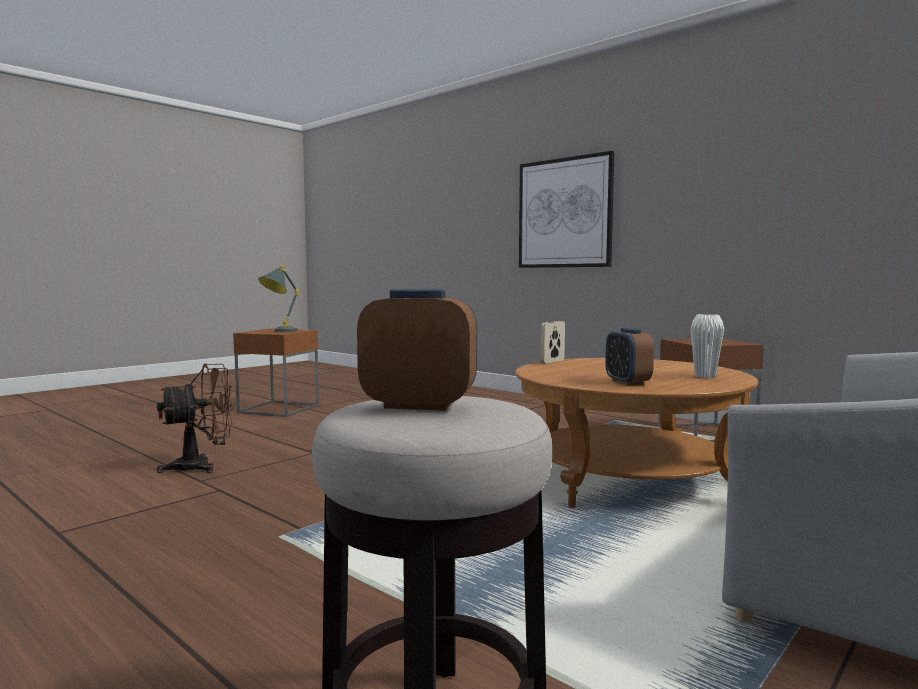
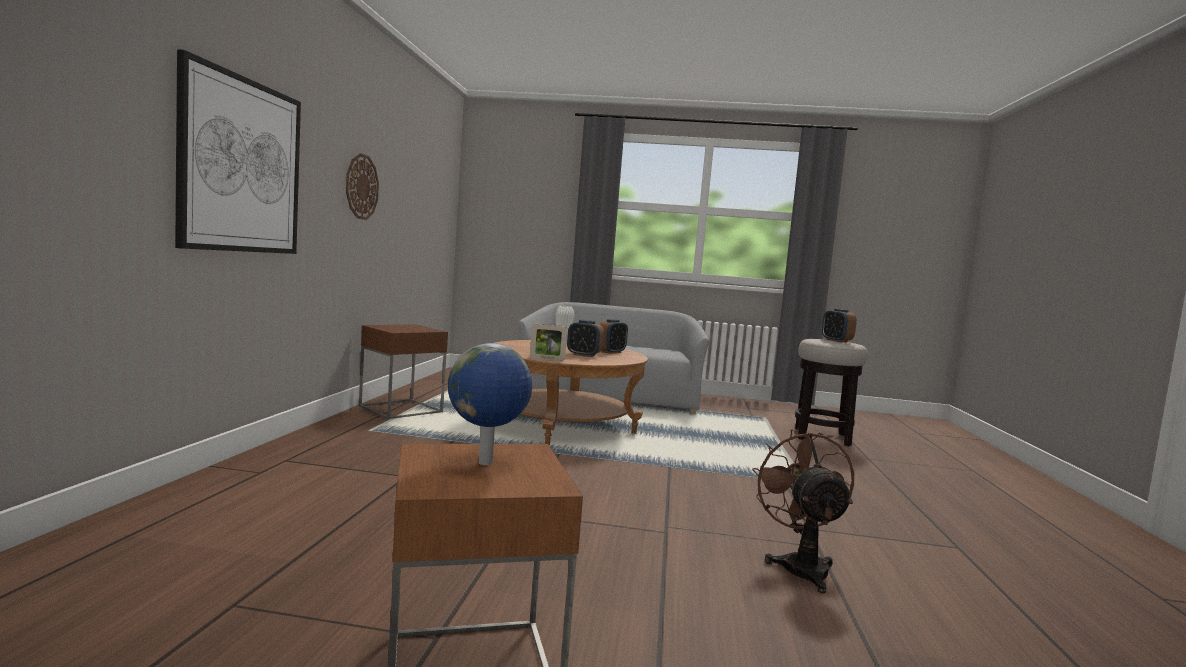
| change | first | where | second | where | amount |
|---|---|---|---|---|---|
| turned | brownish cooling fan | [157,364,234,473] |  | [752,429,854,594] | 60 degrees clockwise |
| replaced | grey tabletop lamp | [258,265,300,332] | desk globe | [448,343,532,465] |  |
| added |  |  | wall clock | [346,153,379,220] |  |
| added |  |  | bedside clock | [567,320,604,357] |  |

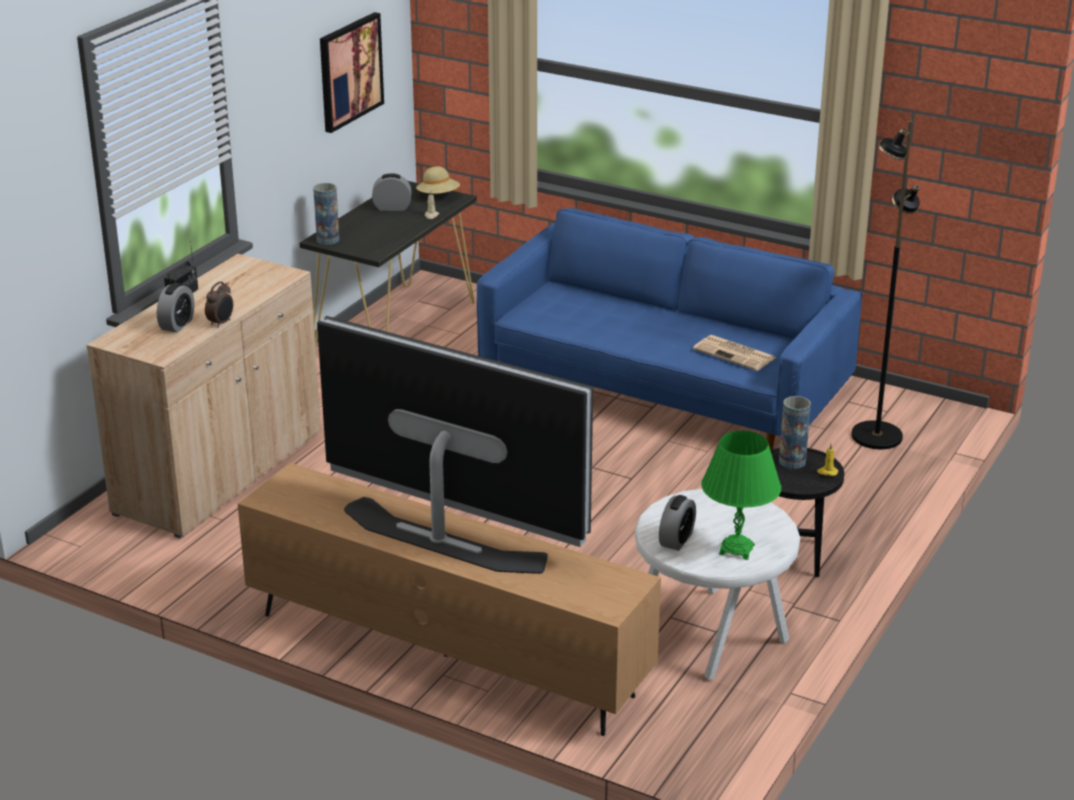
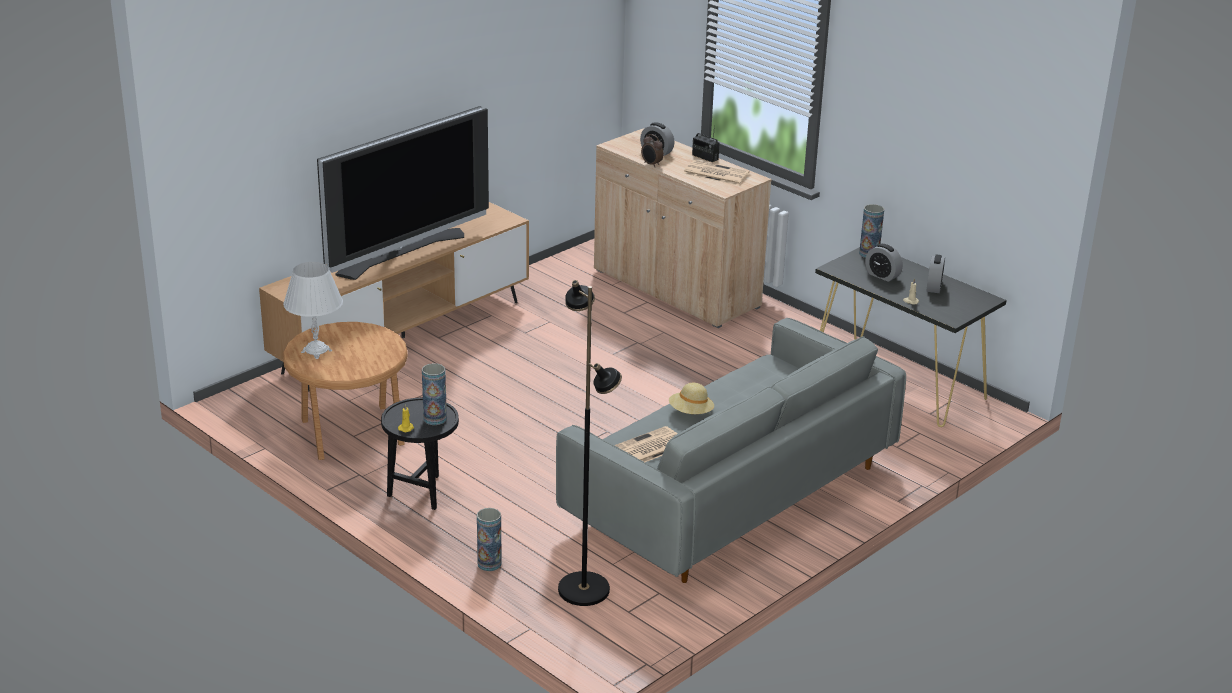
| change | first | where | second | where | amount |
|---|---|---|---|---|---|
| removed | picture | [320,12,384,133] |  |  |  |
| moved | beige wearable hat | [416,166,460,194] |  | [669,383,714,414] |  |
| recoloured | bluish settee | [477,208,862,450] | grey settee | [556,318,906,583] |  |
| recoloured | white-coloured side table | [635,489,800,680] | brownish side table | [283,322,408,460] |  |
| moved | bedside clock | [659,495,696,551] |  | [865,244,903,282] |  |
| recoloured | greenish tabletop lamp | [701,431,781,560] | white-coloured tabletop lamp | [283,262,343,359] |  |
| added |  |  | flower vase | [477,508,502,571] |  |
| added |  |  | daily paper | [683,160,750,185] |  |

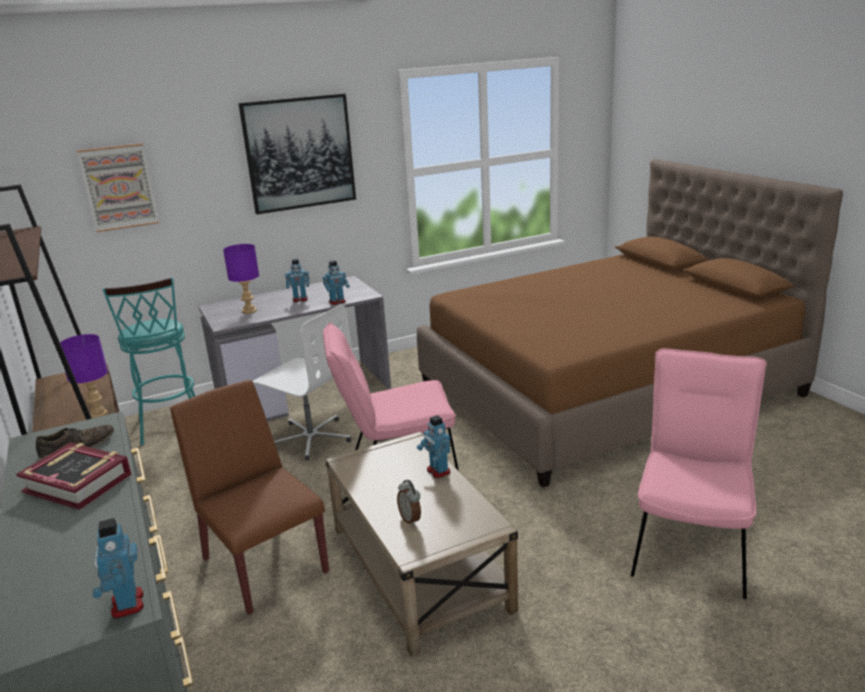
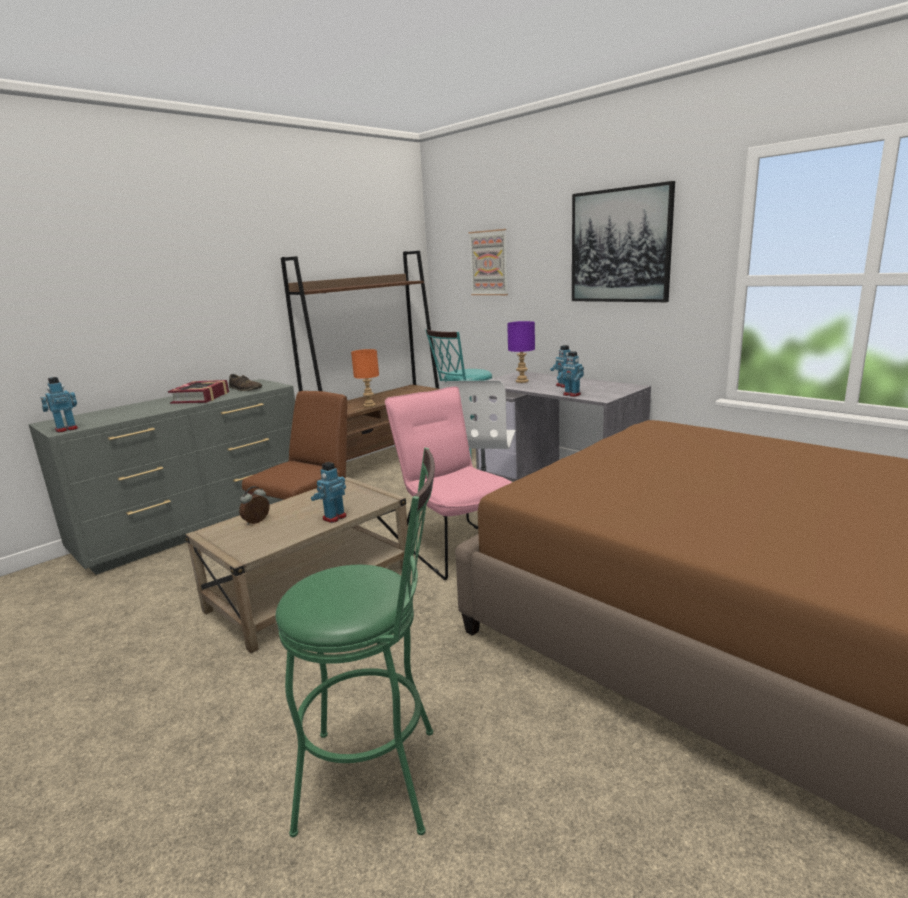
| change | first | where | second | where | amount |
|---|---|---|---|---|---|
| recoloured | purple-coloured tabletop lamp | [60,334,108,418] | orange tabletop lamp | [351,349,379,407] |  |
| replaced | pink-coloured upright chair | [631,348,767,599] | greenish stool | [276,448,435,837] |  |

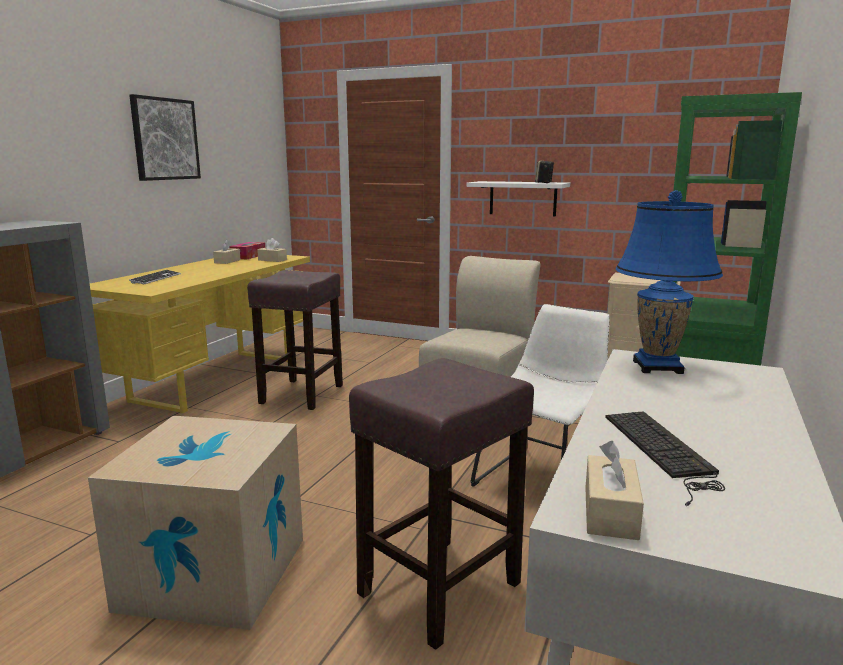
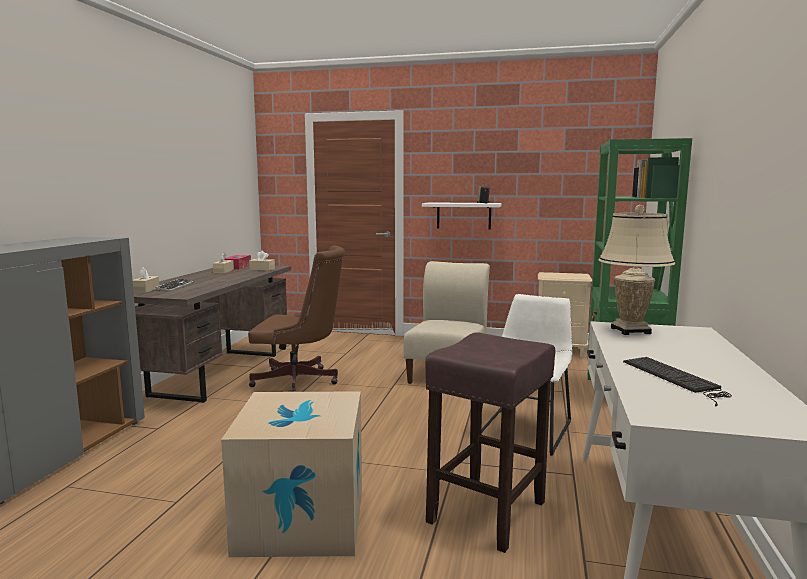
| change | first | where | second | where | amount |
|---|---|---|---|---|---|
| recoloured | yellowish desk | [90,255,310,413] | brownish desk | [134,265,291,403] |  |
| removed | picture | [129,94,201,181] |  |  |  |
| replaced | brownish stool | [247,270,343,410] | brownish computer chair | [248,245,345,392] |  |
| moved | beige tissue holder | [585,440,644,540] |  | [133,267,159,293] |  |
| recoloured | bluish tabletop lamp | [615,190,723,374] | beige tabletop lamp | [598,205,675,335] |  |

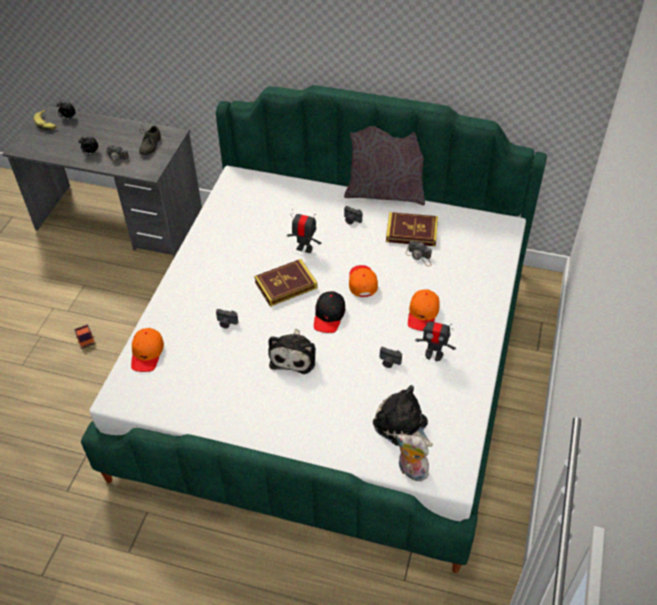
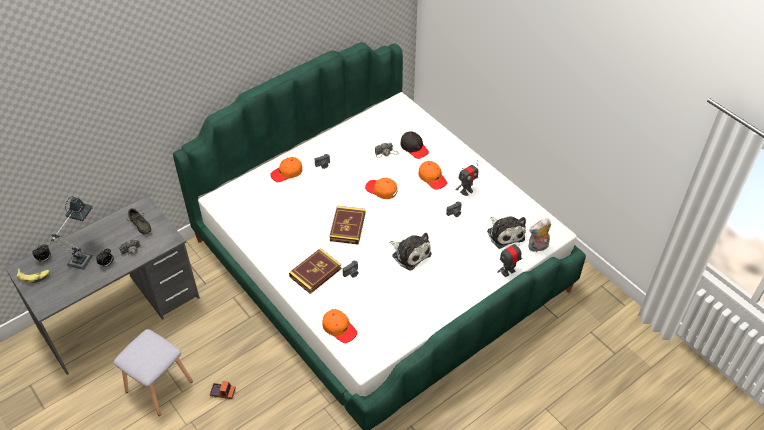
| change | first | where | second | where | amount |
|---|---|---|---|---|---|
| moved | toy robot | [287,209,321,253] |  | [497,241,522,277] |  |
| moved | black peaked cap | [314,291,345,333] |  | [401,131,429,159] |  |
| removed | grey pillow | [344,126,425,205] |  |  |  |
| turned | cuddly toy | [373,385,433,447] |  | [487,216,526,249] | 105 degrees counterclockwise |
| moved | volume | [386,212,438,246] |  | [289,248,342,294] |  |
| added |  |  | tabletop lamp | [51,197,93,270] |  |
| added |  |  | grey stool | [113,329,193,416] |  |
| added |  |  | orange peaked cap | [270,157,302,182] |  |

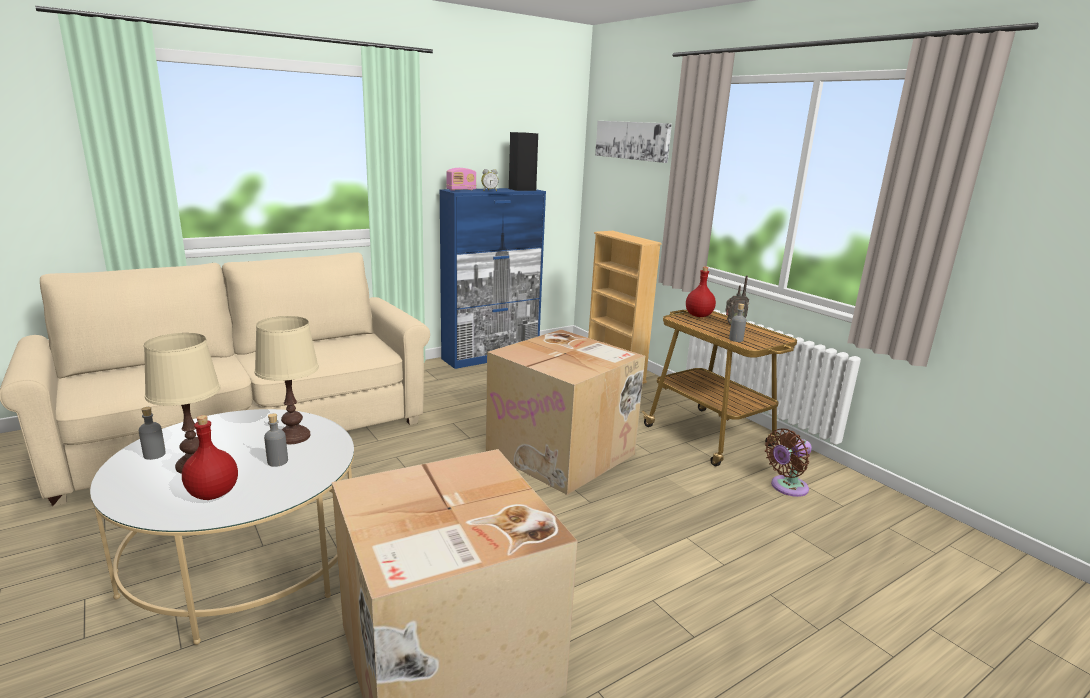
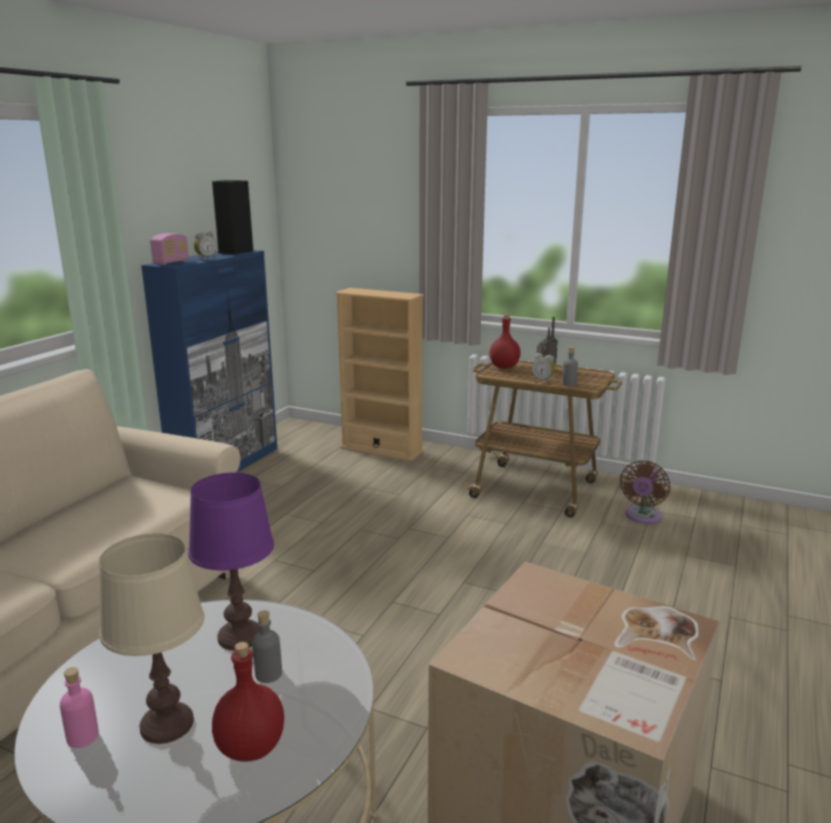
| change | first | where | second | where | amount |
|---|---|---|---|---|---|
| recoloured | grey drink bottle | [139,407,166,460] | pink-coloured drink bottle | [60,667,99,748] |  |
| recoloured | beige tabletop lamp | [254,316,319,444] | purple-coloured tabletop lamp | [188,473,274,651] |  |
| removed | carton | [486,330,645,495] |  |  |  |
| removed | picture | [595,121,672,163] |  |  |  |
| added |  |  | bedside clock | [532,353,555,384] |  |

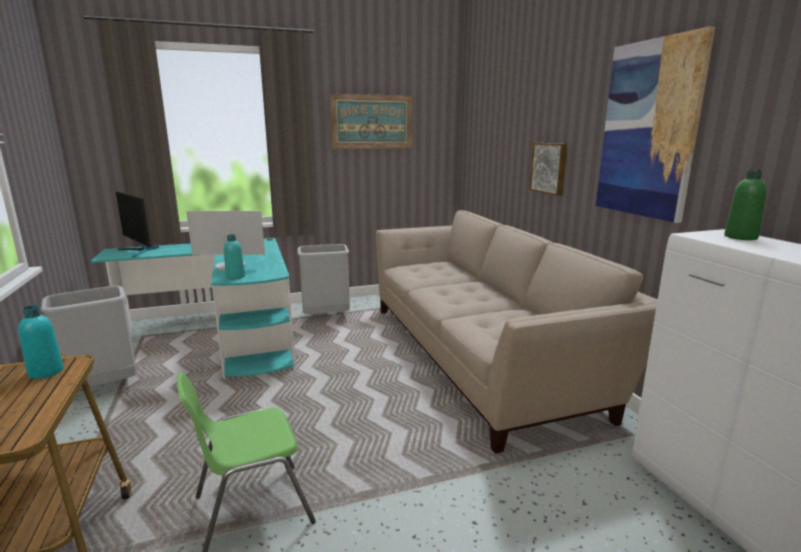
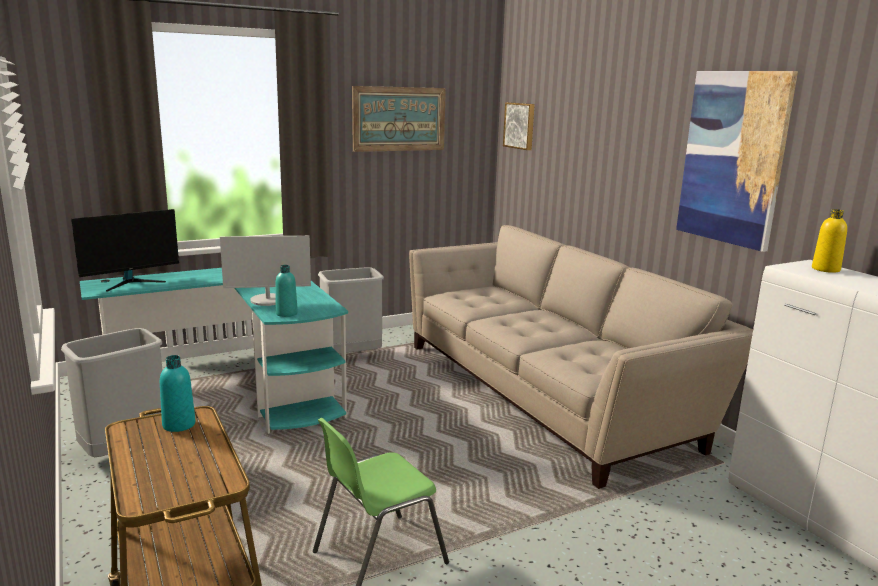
| change | first | where | second | where | amount |
|---|---|---|---|---|---|
| turned | monitor | [116,191,159,257] |  | [71,209,179,292] | 75 degrees counterclockwise |
| moved | picture | [529,143,567,196] |  | [503,102,535,150] |  |
| recoloured | greenish drink bottle | [724,169,767,240] | yellowish drink bottle | [812,209,847,273] |  |

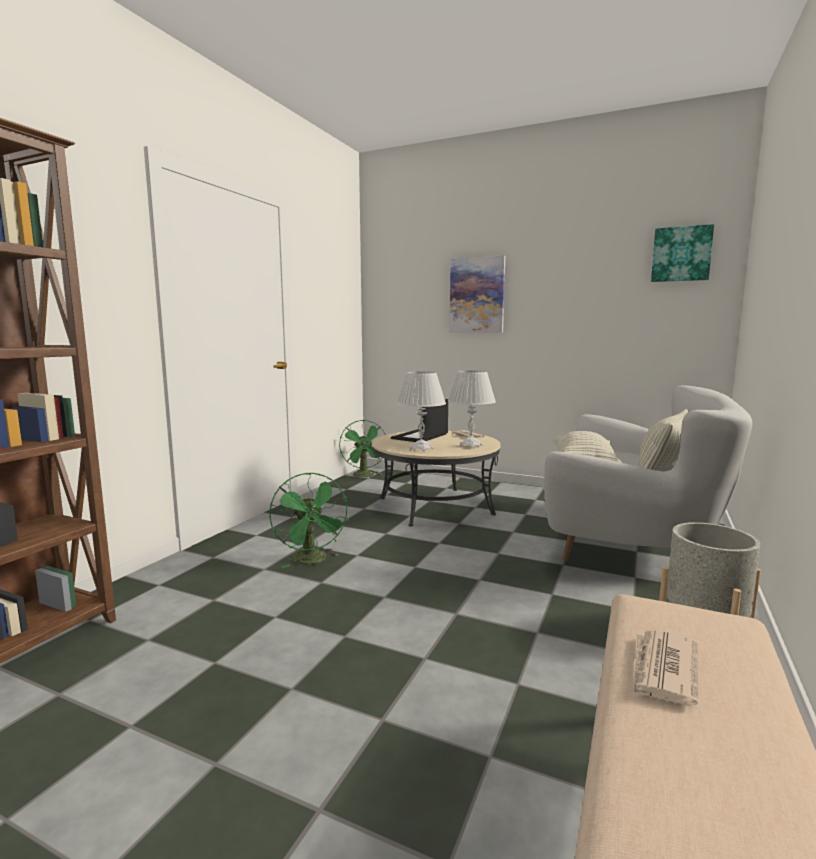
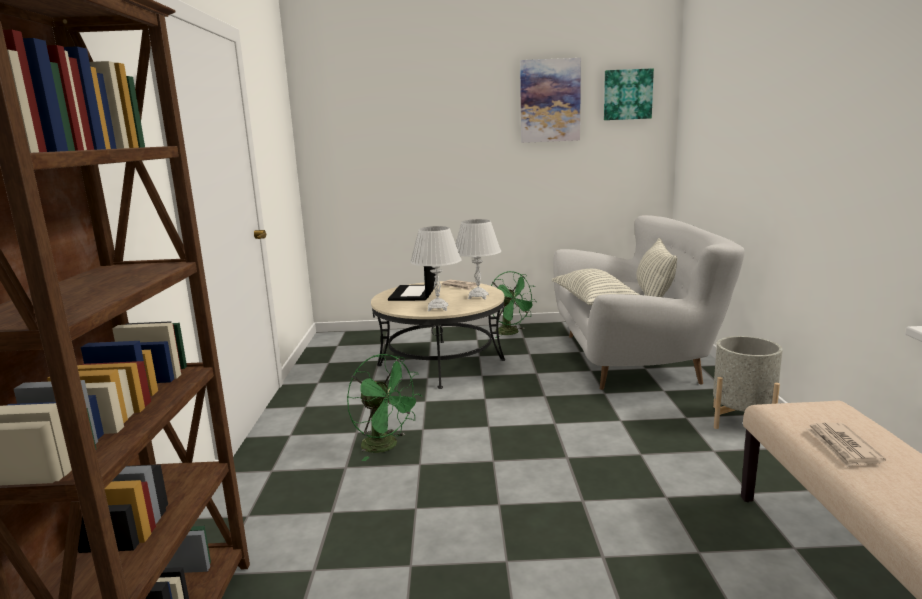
| change | first | where | second | where | amount |
|---|---|---|---|---|---|
| moved | greenish cooling fan | [339,420,386,478] |  | [491,271,537,338] |  |
| moved | picture | [450,256,505,333] |  | [520,58,581,143] |  |

